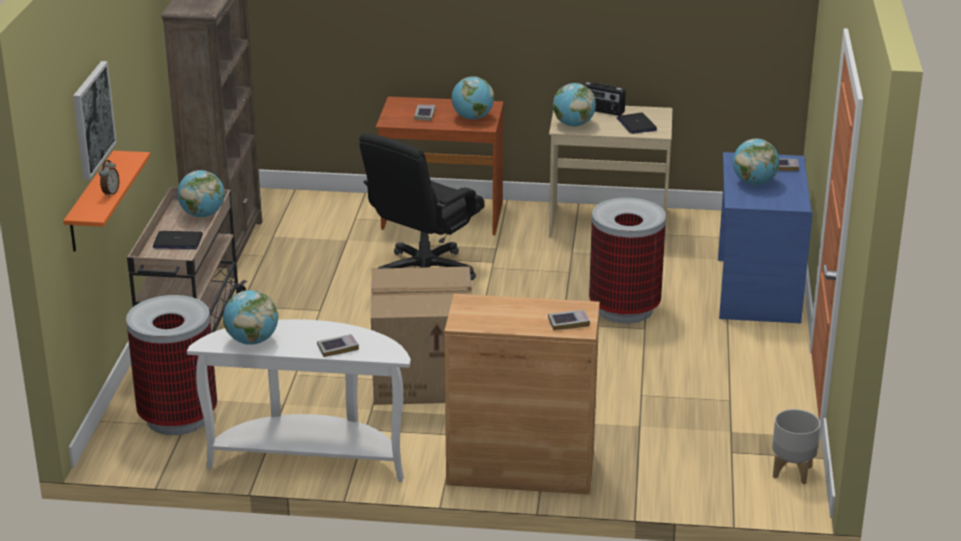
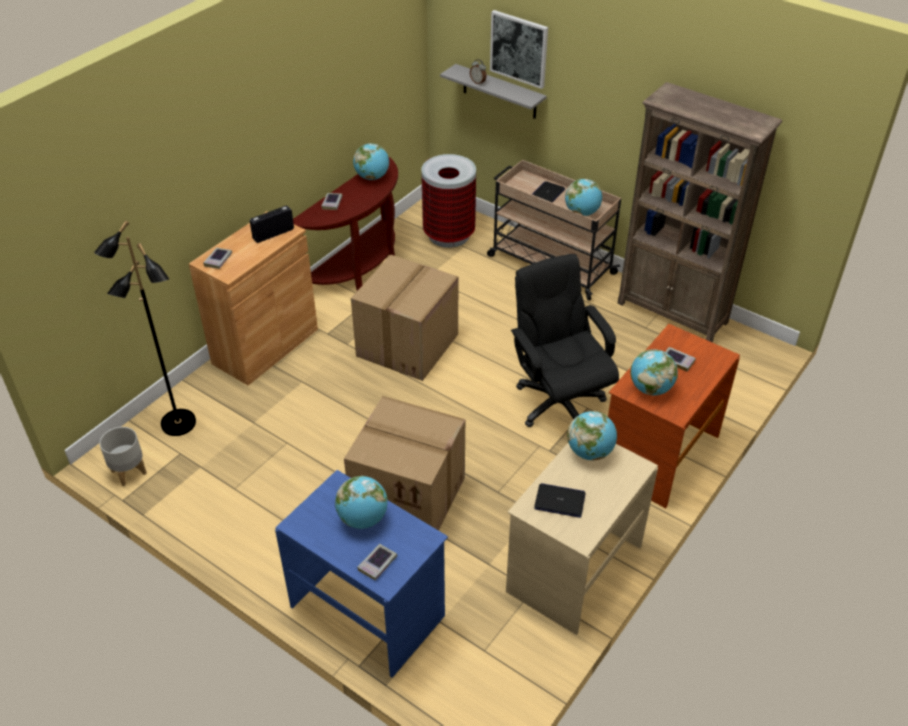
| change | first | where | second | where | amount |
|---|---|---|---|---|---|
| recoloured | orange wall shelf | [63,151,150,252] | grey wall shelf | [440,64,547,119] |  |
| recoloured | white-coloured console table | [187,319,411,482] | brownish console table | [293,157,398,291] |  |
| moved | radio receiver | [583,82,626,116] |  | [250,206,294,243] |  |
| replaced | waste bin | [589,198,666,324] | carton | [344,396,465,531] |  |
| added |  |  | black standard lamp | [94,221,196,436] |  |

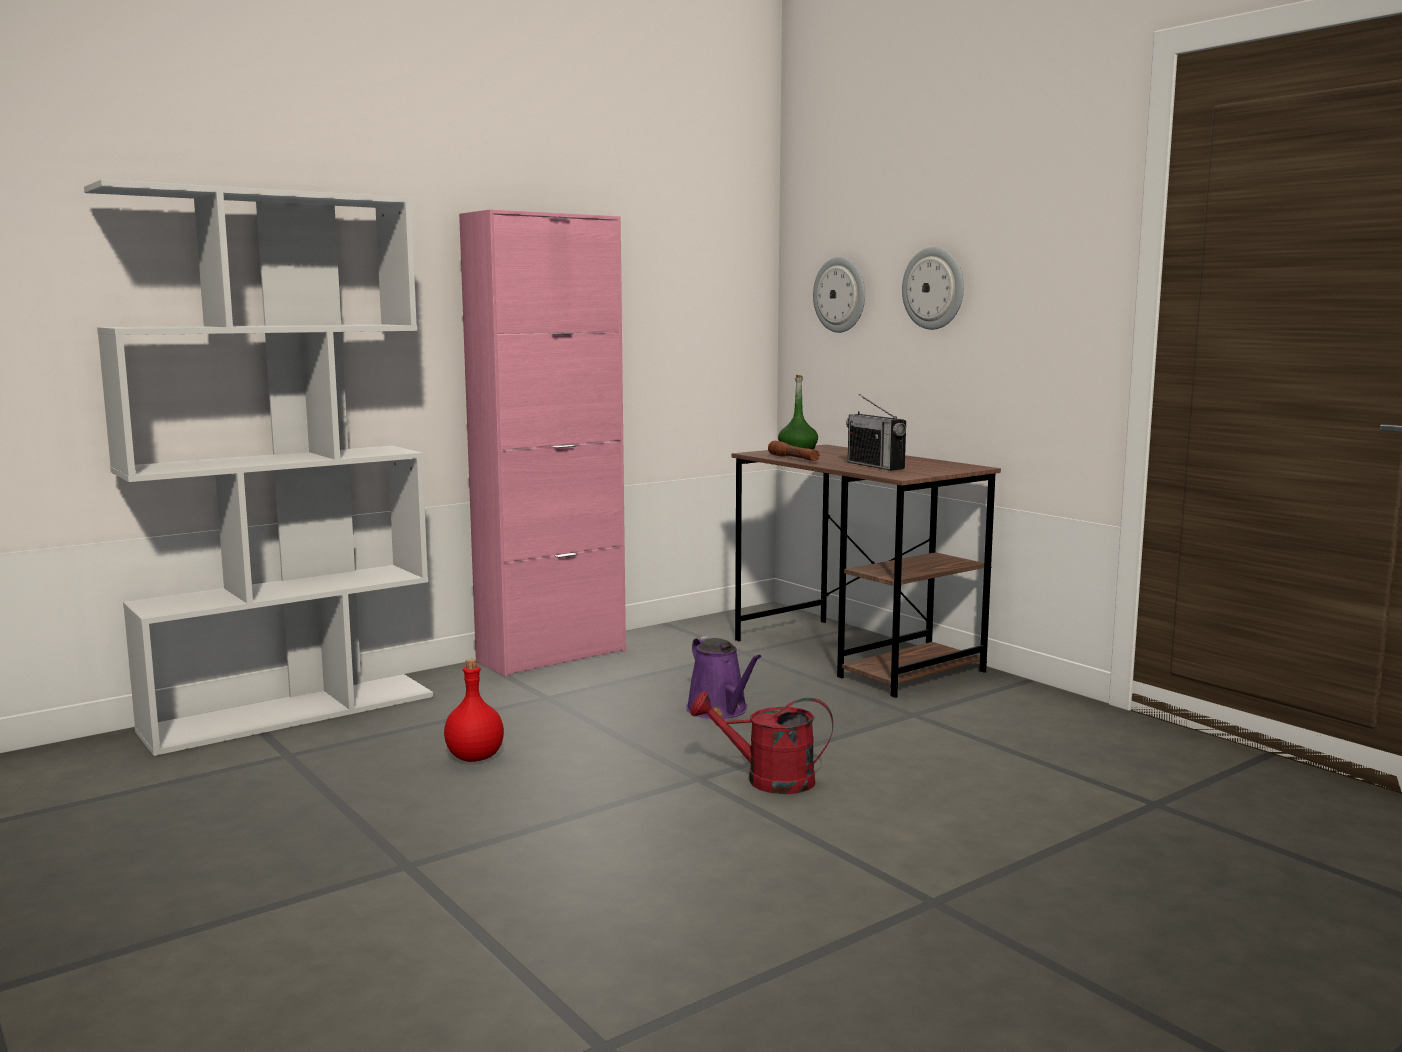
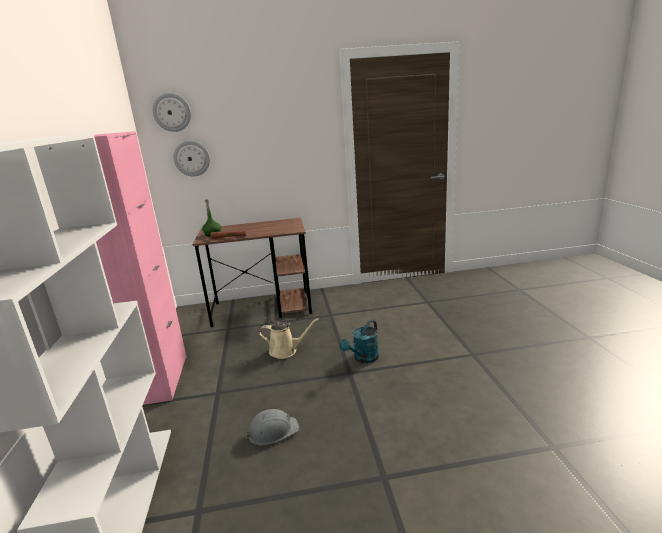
| change | first | where | second | where | amount |
|---|---|---|---|---|---|
| replaced | reddish drink bottle | [444,659,504,762] | grey work helmet | [245,409,299,445] |  |
| recoloured | purple-coloured watering can | [686,636,762,719] | beige watering can | [259,318,319,359] |  |
| recoloured | reddish watering can | [690,691,833,794] | blue-green watering can | [340,320,379,363] |  |
| removed | radio receiver | [846,394,906,471] |  |  |  |
| moved | wall clock | [902,247,964,330] |  | [153,93,191,132] |  |

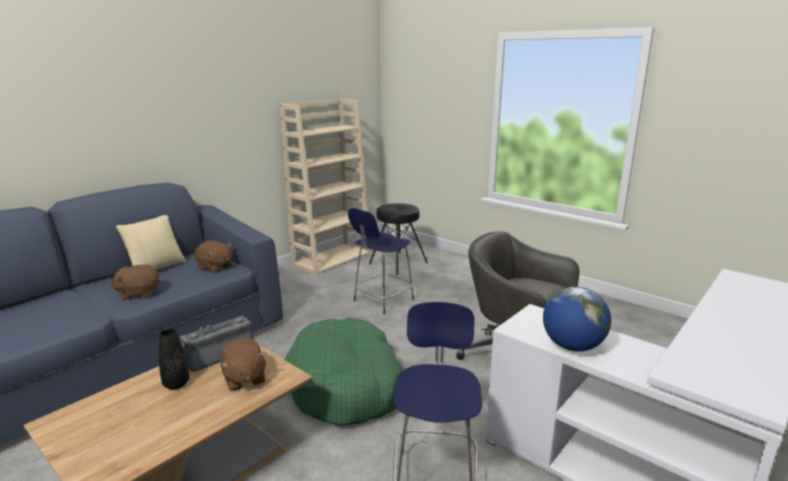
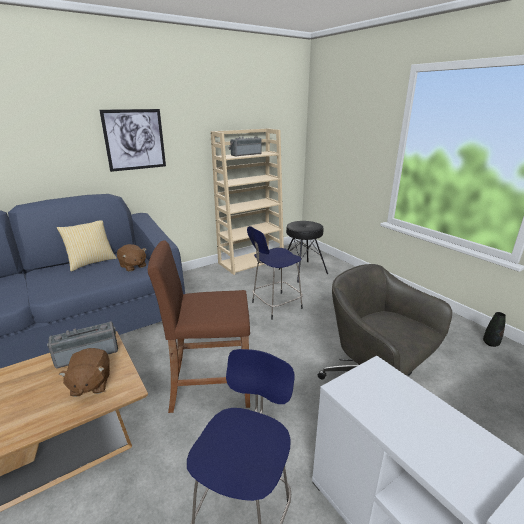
| change | first | where | second | where | amount |
|---|---|---|---|---|---|
| removed | brownish cuddly toy | [111,265,160,300] |  |  |  |
| moved | black flower vase | [159,329,189,389] |  | [483,312,506,347] |  |
| replaced | greenish dog bed | [285,318,402,426] | brownish stool | [148,240,250,413] |  |
| removed | desk globe | [543,286,611,352] |  |  |  |
| added |  |  | picture | [99,109,166,172] |  |
| added |  |  | radio receiver | [229,137,262,157] |  |

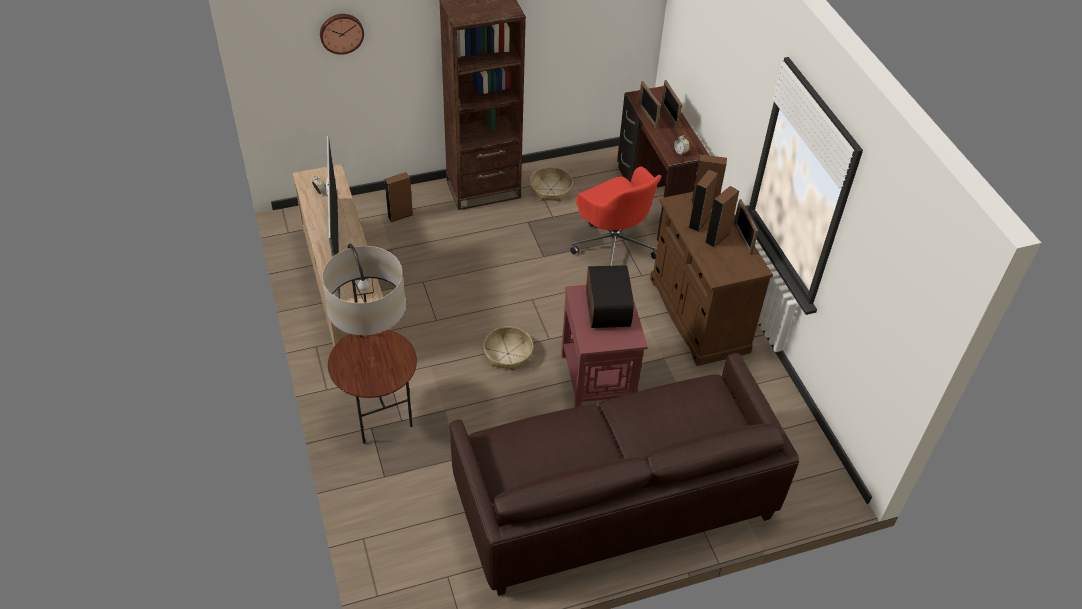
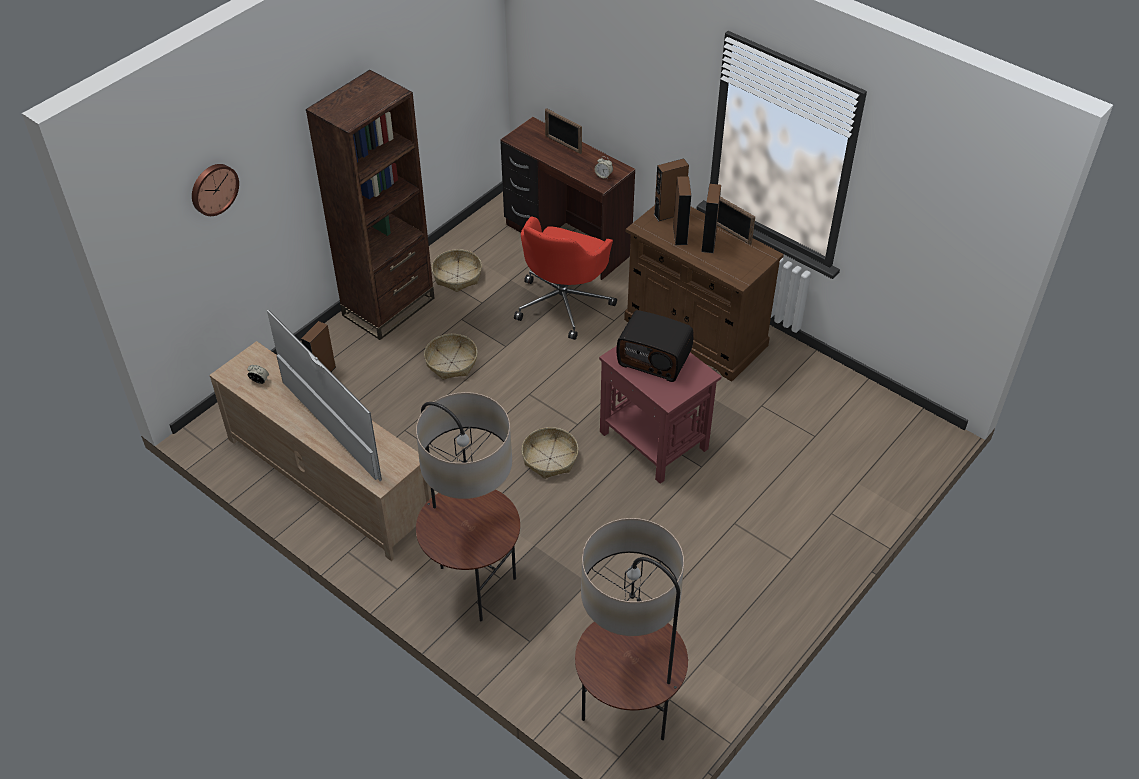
| change | first | where | second | where | amount |
|---|---|---|---|---|---|
| removed | brownish settee | [450,353,799,596] |  |  |  |
| turned | reddish computer chair | [570,166,662,266] |  | [514,217,617,340] | 90 degrees clockwise |
| turned | radio receiver | [586,265,634,328] |  | [617,310,694,382] | 150 degrees clockwise |
| removed | photo frame | [638,81,661,129] |  |  |  |
| added |  |  | storage basket | [424,334,478,380] |  |
| added |  |  | standard lamp | [575,518,688,740] |  |

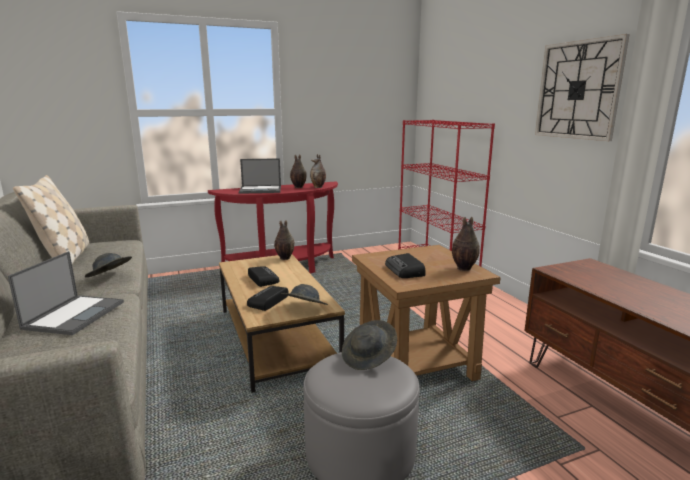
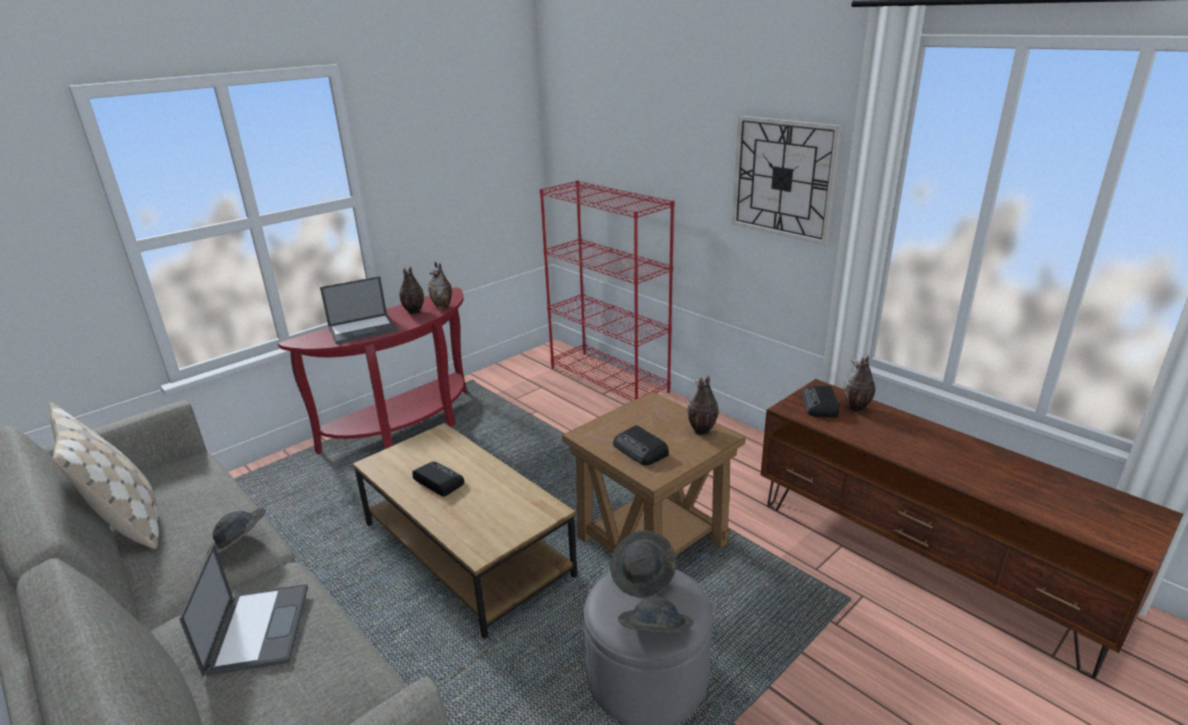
| change | first | where | second | where | amount |
|---|---|---|---|---|---|
| moved | radio receiver | [247,286,289,311] |  | [802,386,839,418] |  |
| moved | flower vase | [274,220,295,260] |  | [844,355,875,413] |  |
| moved | grey wearable hat | [281,284,328,305] |  | [618,597,694,633] |  |

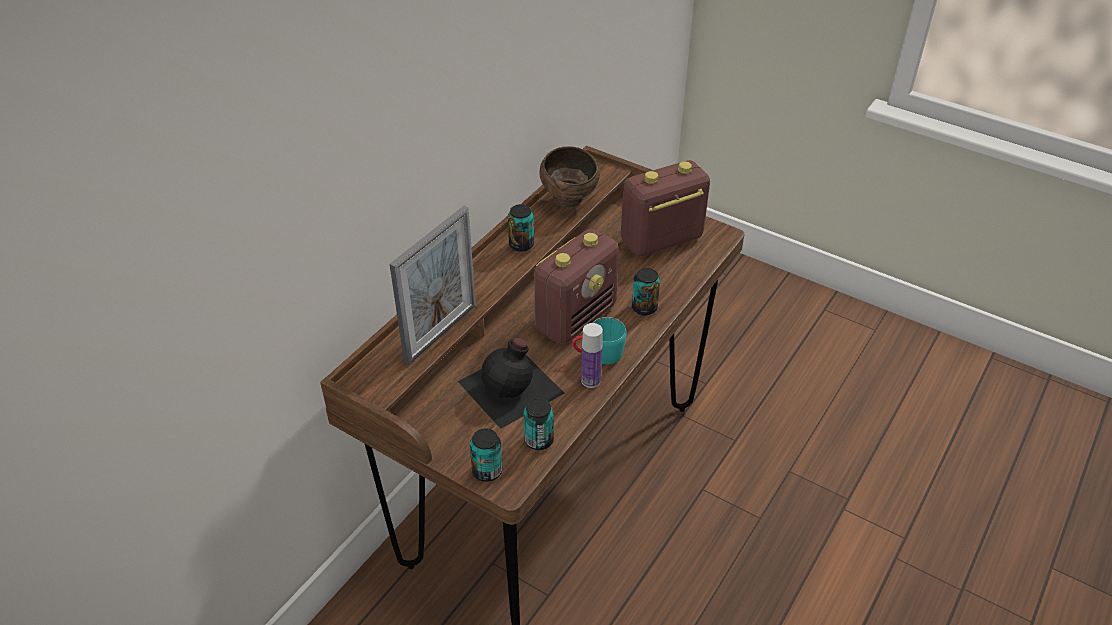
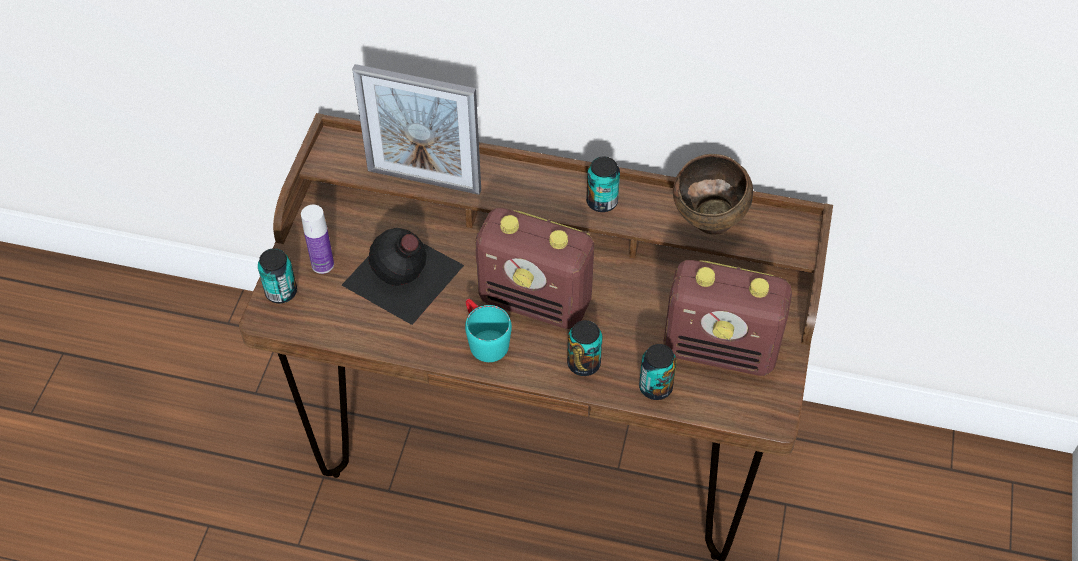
| change | first | where | second | where | amount |
|---|---|---|---|---|---|
| moved | metal can | [523,398,554,450] |  | [639,344,677,400] |  |
| moved | drink bottle | [581,323,603,388] |  | [301,205,334,274] |  |
| turned | radio receiver | [621,160,710,256] |  | [664,260,792,376] | 150 degrees clockwise |

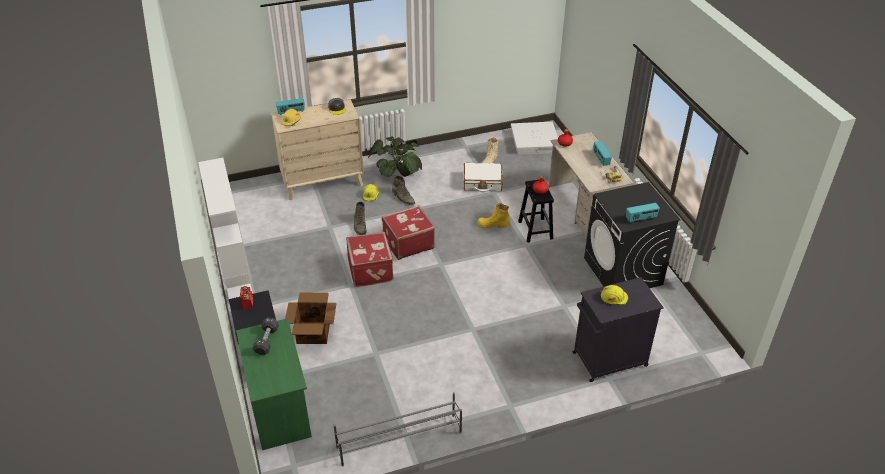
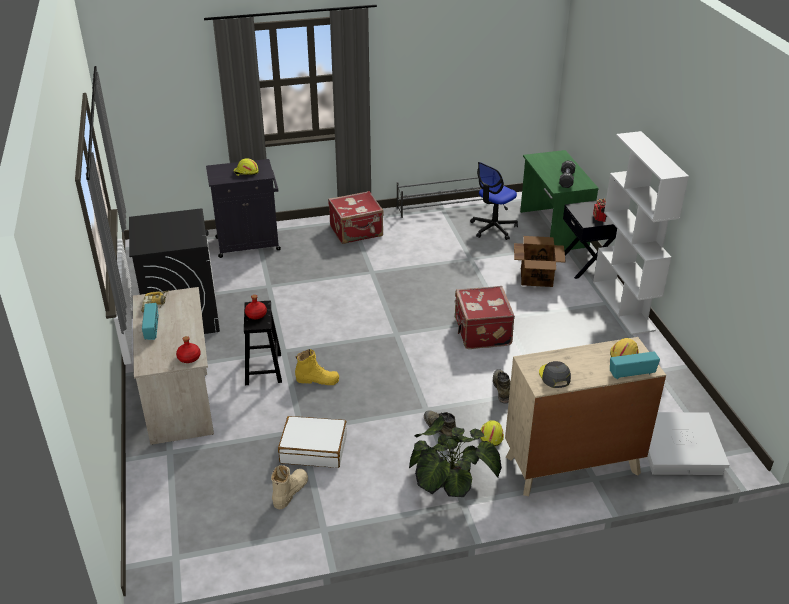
| change | first | where | second | where | amount |
|---|---|---|---|---|---|
| moved | reddish piece of luggage | [382,205,435,260] |  | [328,191,384,244] |  |
| moved | white-coloured storage container | [511,122,558,155] |  | [647,412,730,475] |  |
| removed | radio receiver | [626,203,660,223] |  |  |  |
| added |  |  | computer chair | [470,162,518,240] |  |

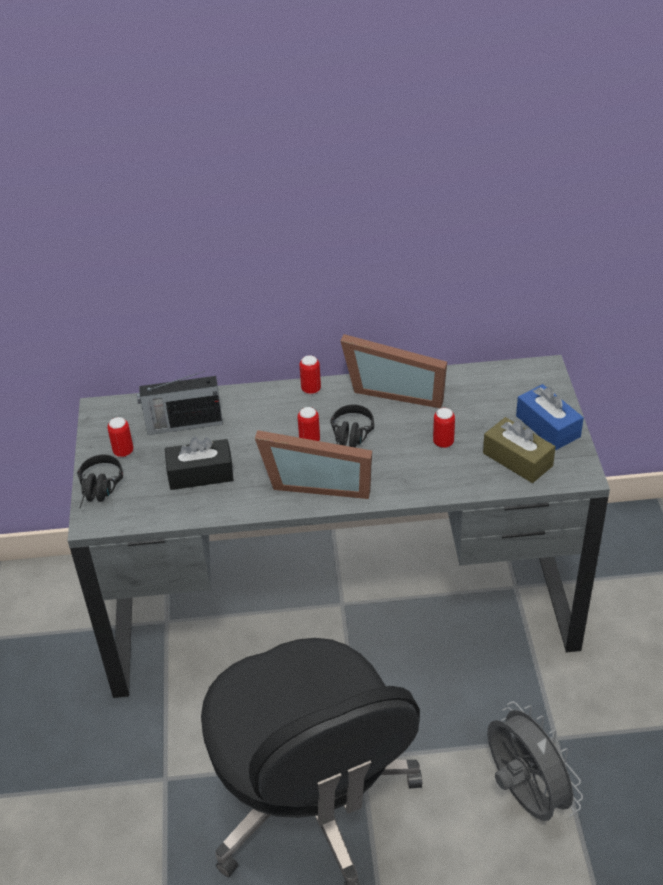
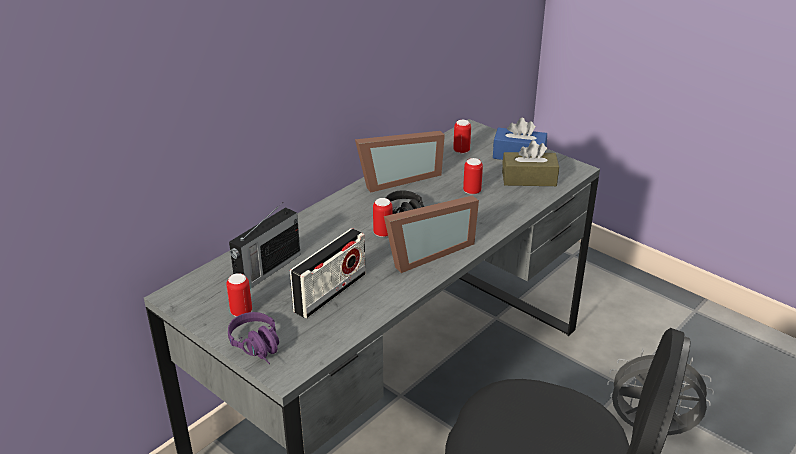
| change | first | where | second | where | amount |
|---|---|---|---|---|---|
| recoloured | black headphones | [77,455,123,508] | purple-coloured headphones | [228,312,279,364] |  |
| replaced | black tissue holder | [165,436,234,490] | radio receiver | [290,228,366,318] |  |
| moved | metal can | [300,355,321,394] |  | [453,120,471,154] |  |

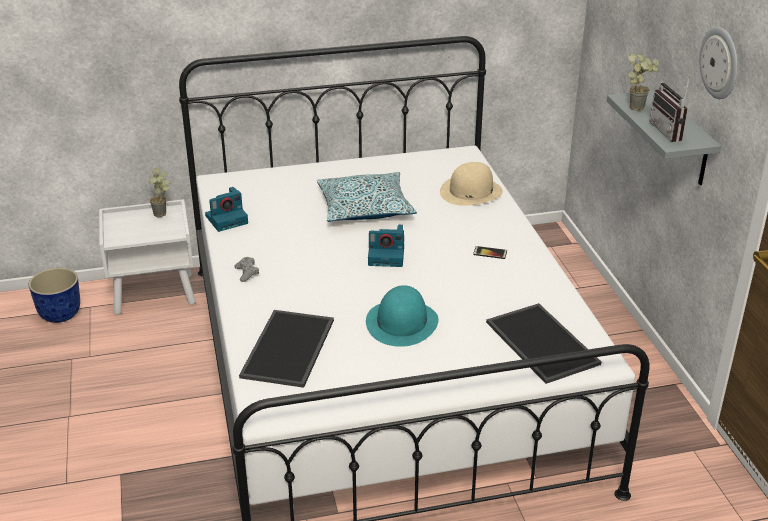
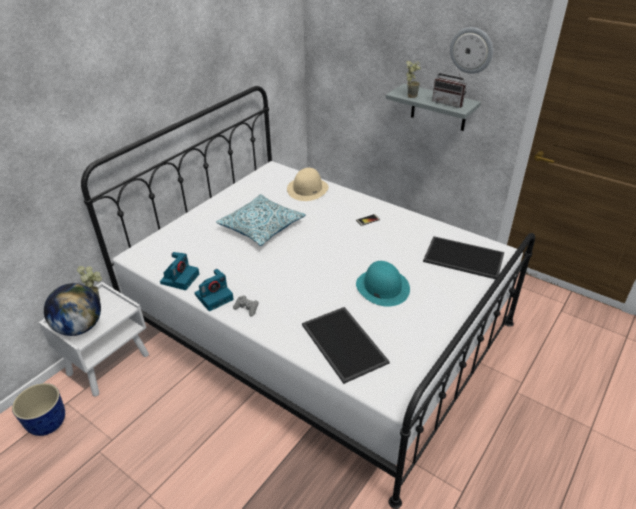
| change | first | where | second | where | amount |
|---|---|---|---|---|---|
| moved | still camera | [368,225,404,267] |  | [194,269,234,311] |  |
| added |  |  | desk globe | [44,283,101,336] |  |

